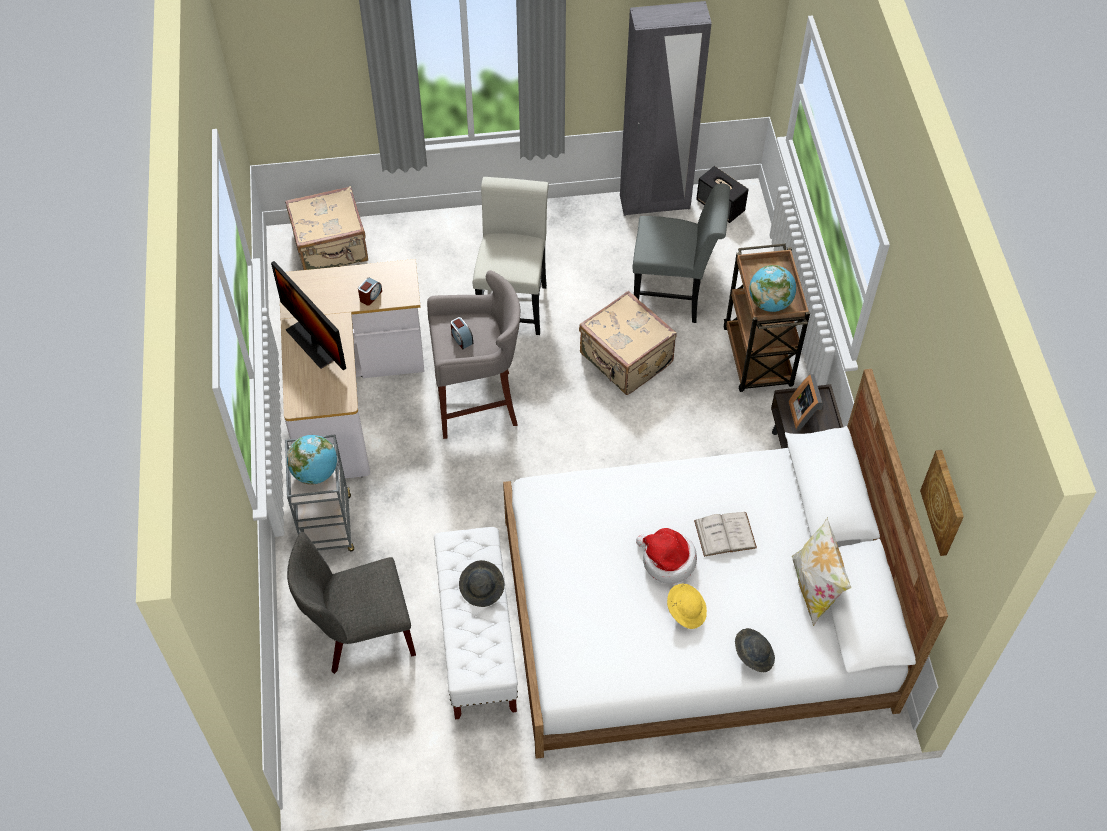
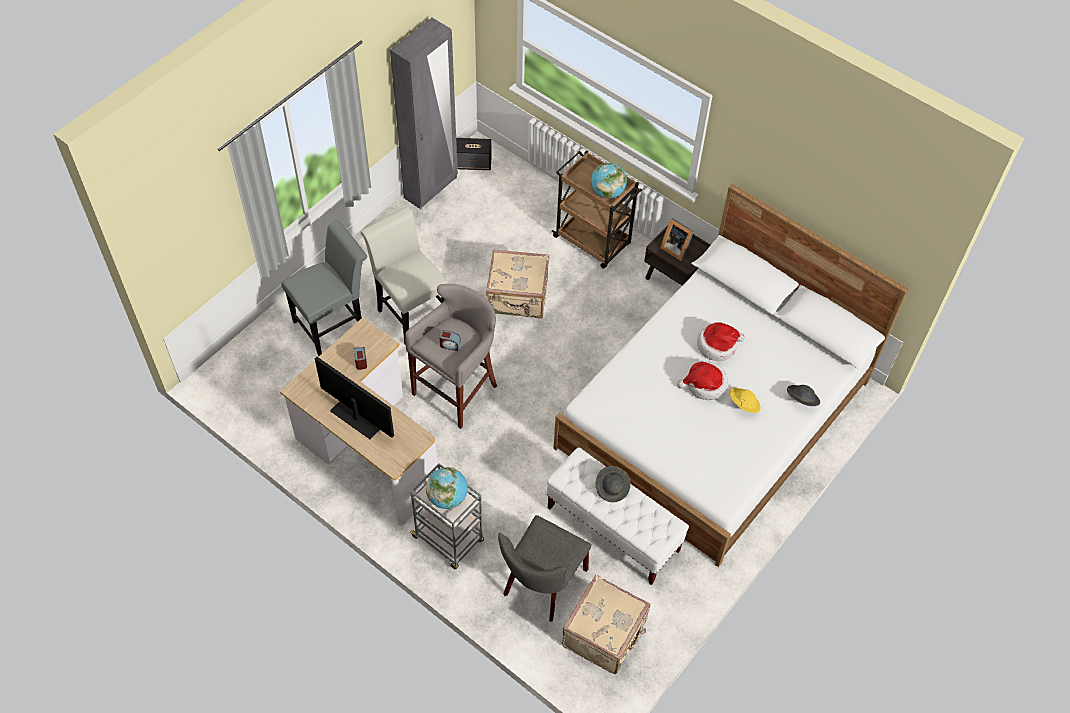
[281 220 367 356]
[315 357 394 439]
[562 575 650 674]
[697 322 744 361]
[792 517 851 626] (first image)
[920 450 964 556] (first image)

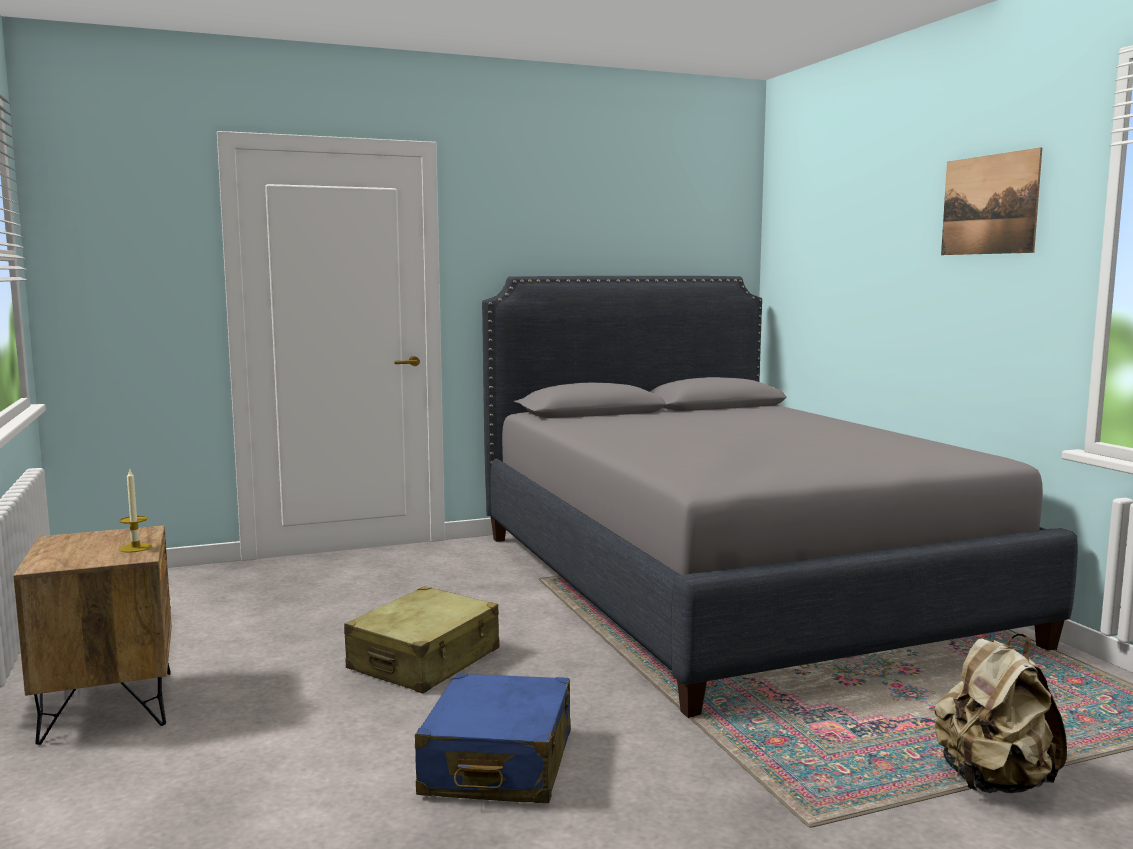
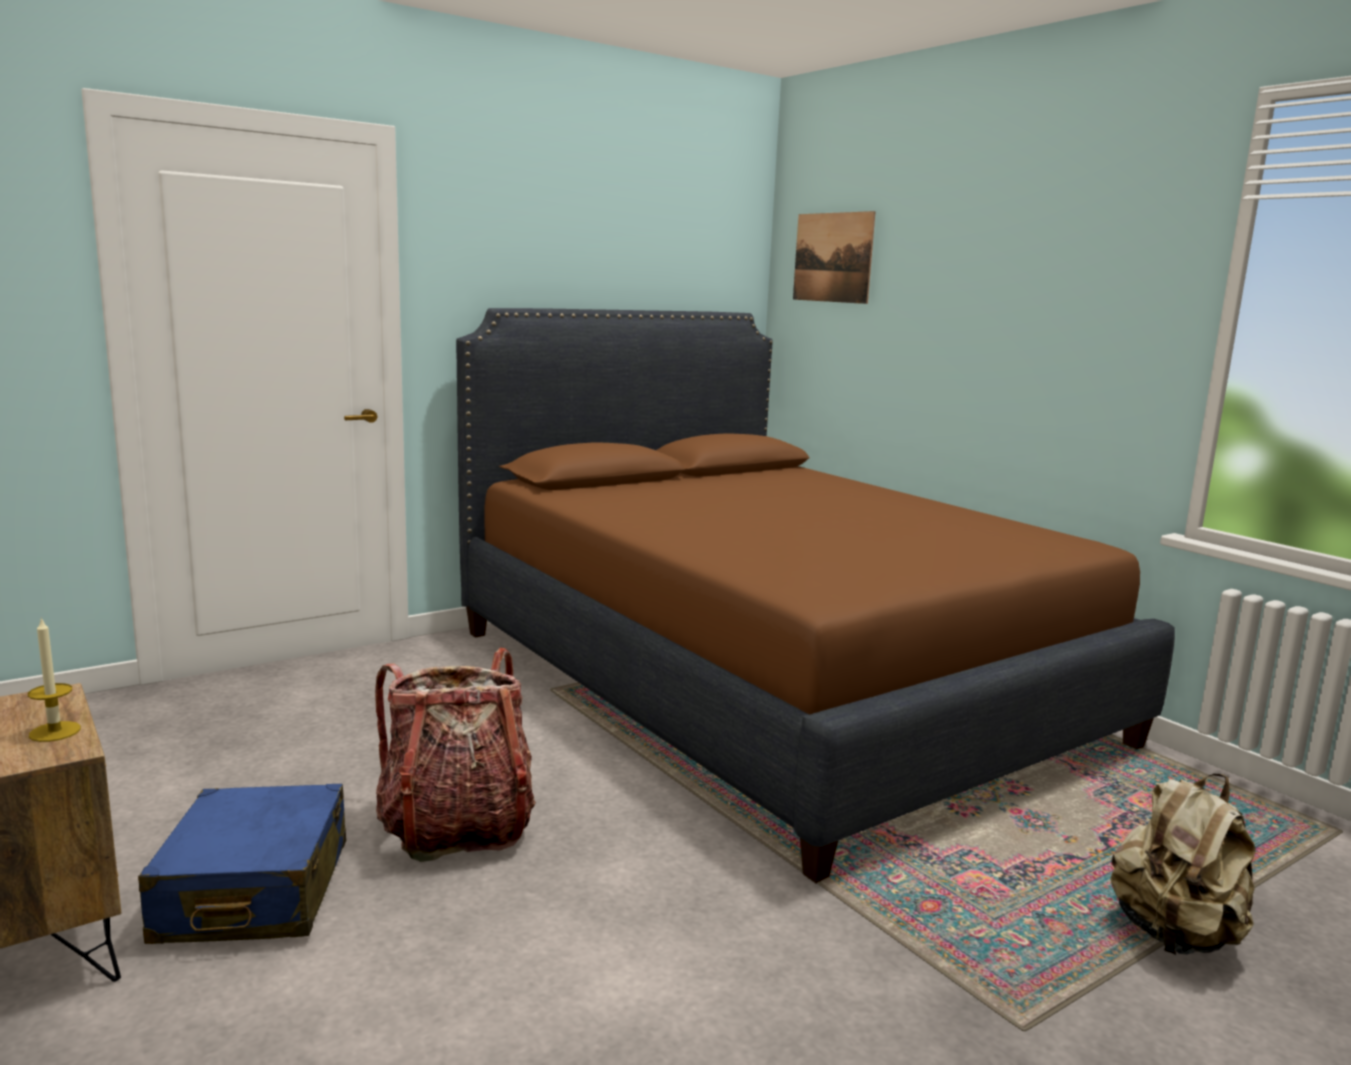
[138 784 346 944]
[375 648 536 862]
[456 308 1175 883]
[793 211 876 304]

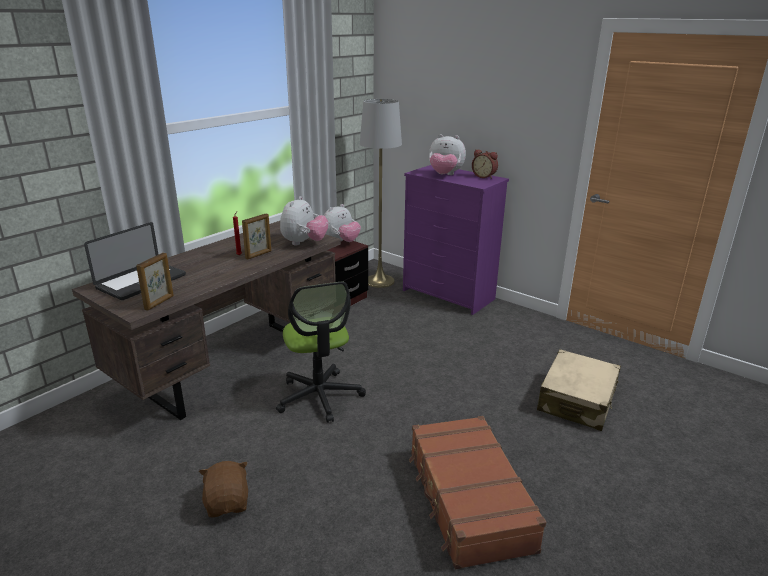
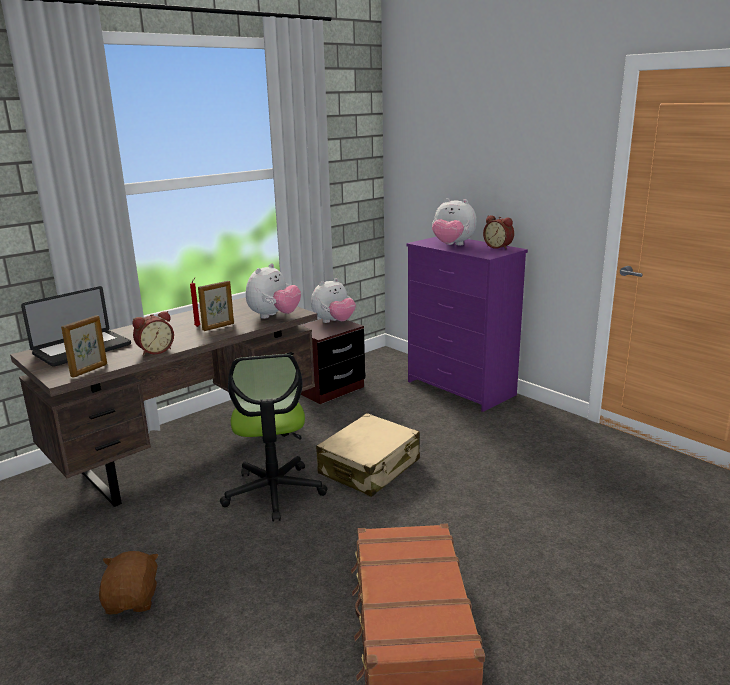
[132 311 174 356]
[316 413 420 497]
[360 99 402 288] (first image)

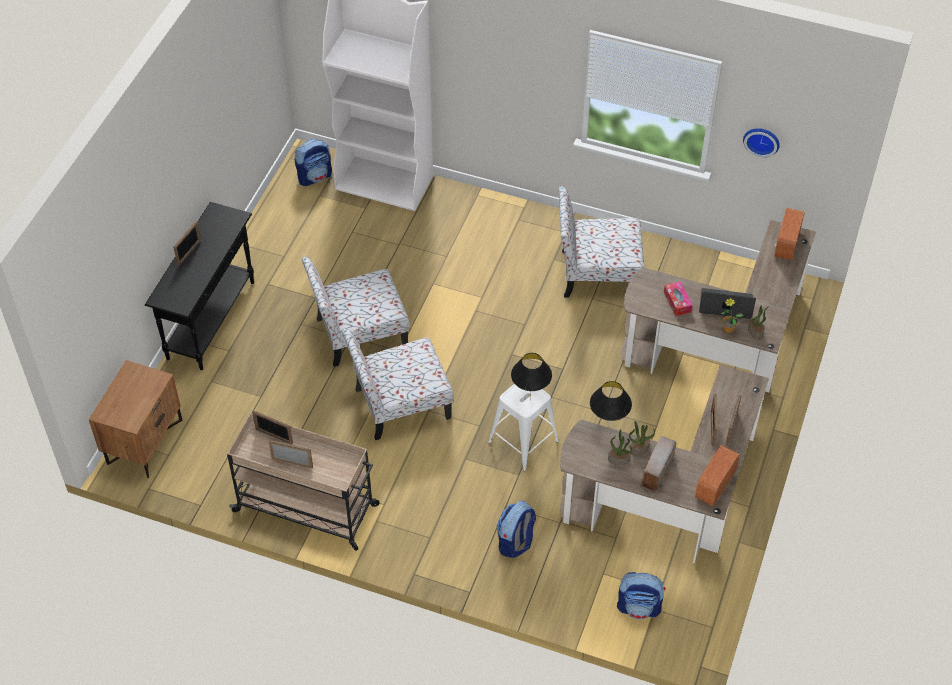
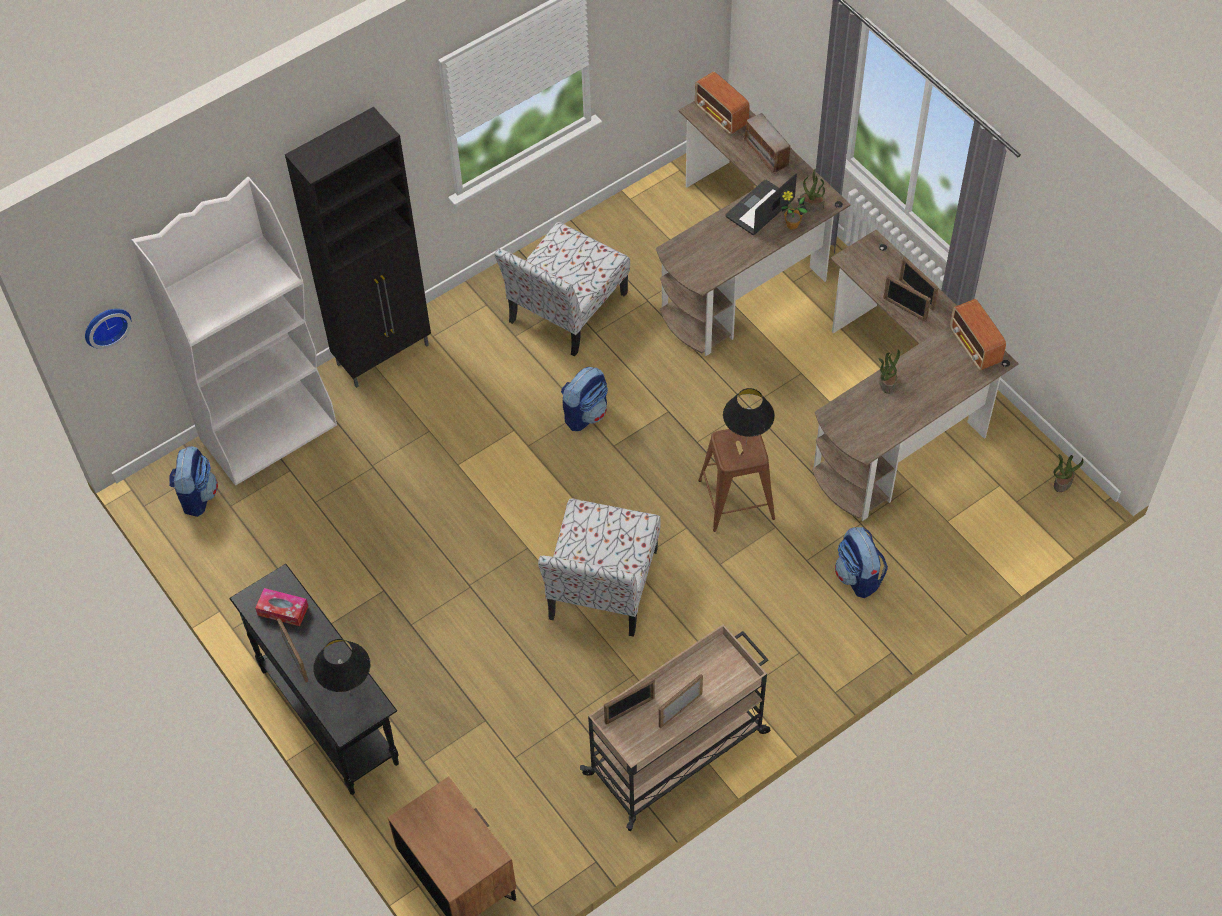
[85 309 131 349]
[255 588 308 626]
[285 107 431 388]
[313 639 370 693]
[561 367 608 431]
[698 429 775 532]
[743 113 792 174]
[1053 454 1083 492]
[302 257 409 367] (first image)

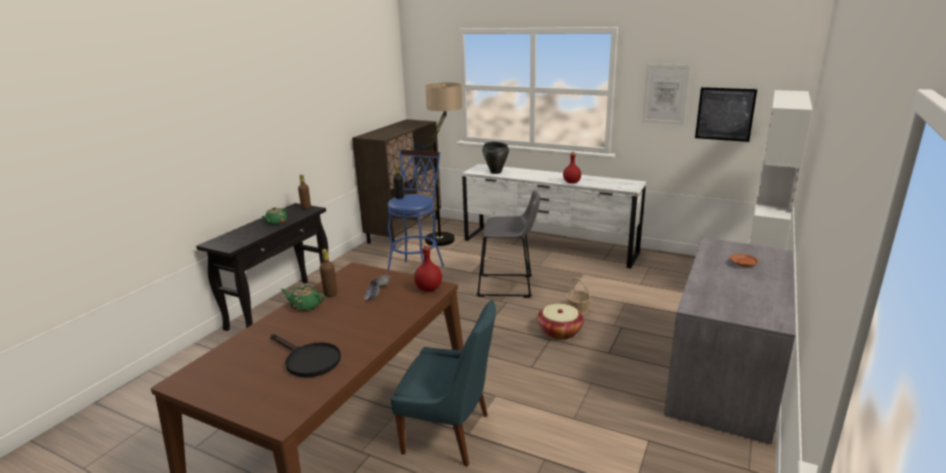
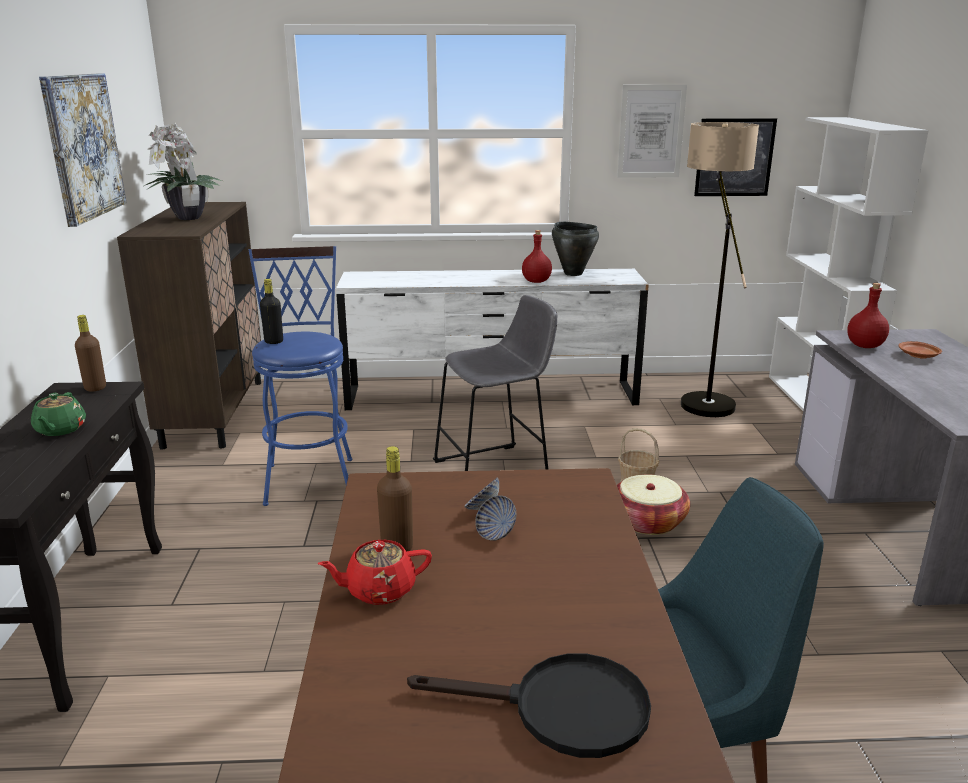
[39 73 126 227]
[144 123 222 220]
[318 540 432 605]
[552 222 599 276]
[681 122 759 417]
[847 283 889 348]

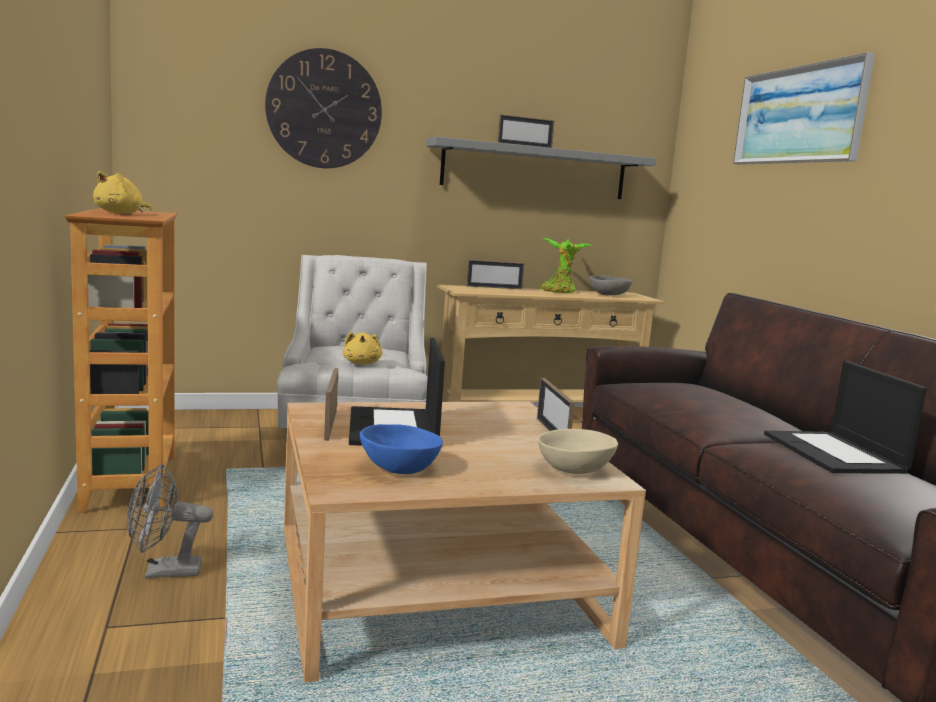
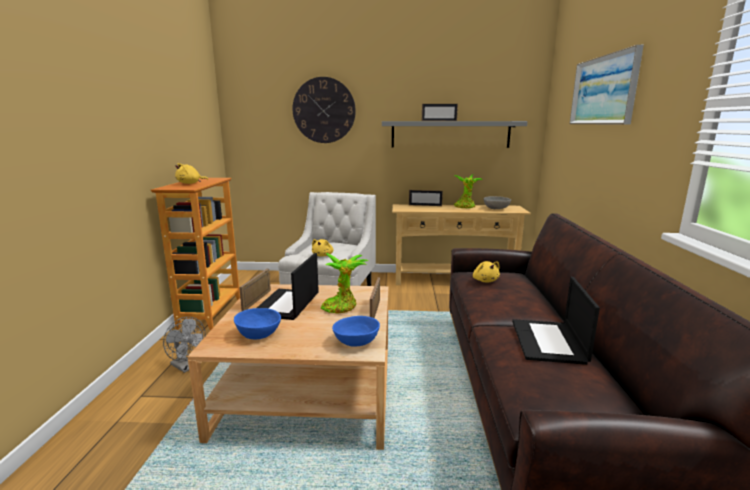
[163 317 206 373]
[321 253 368 313]
[332 316 380 347]
[473 261 500 283]

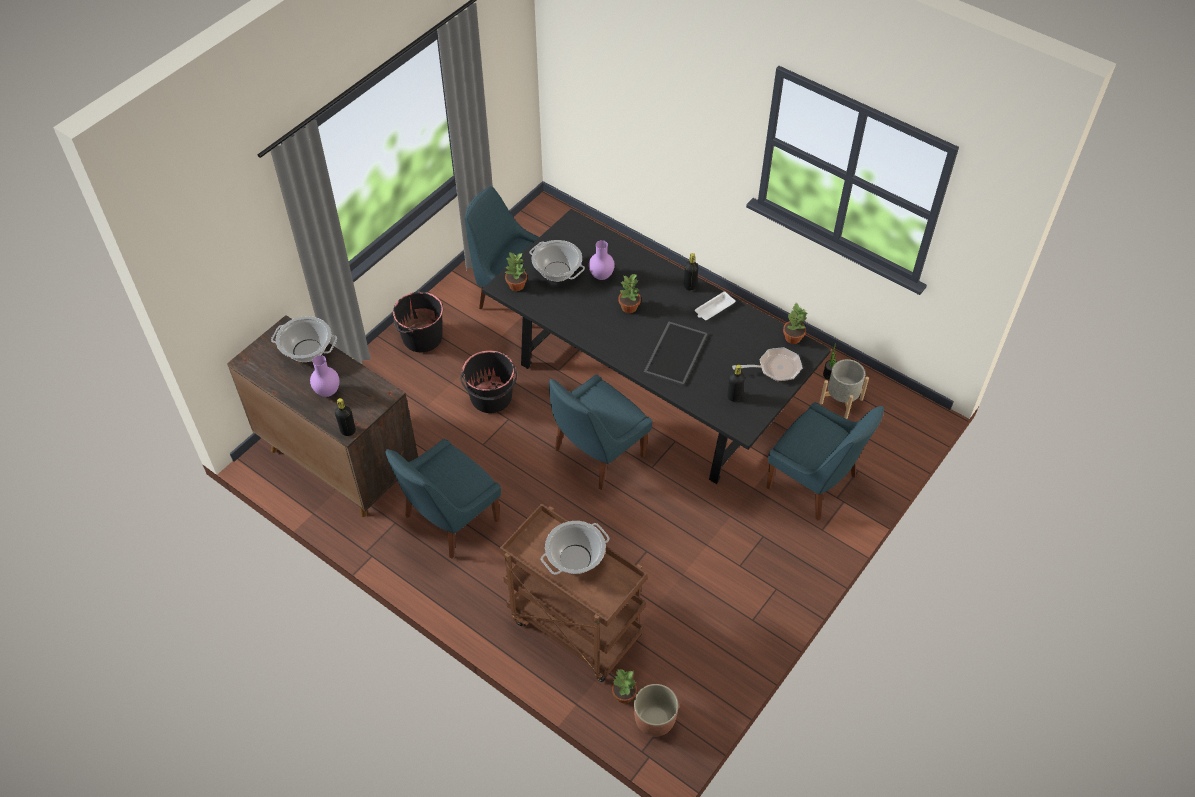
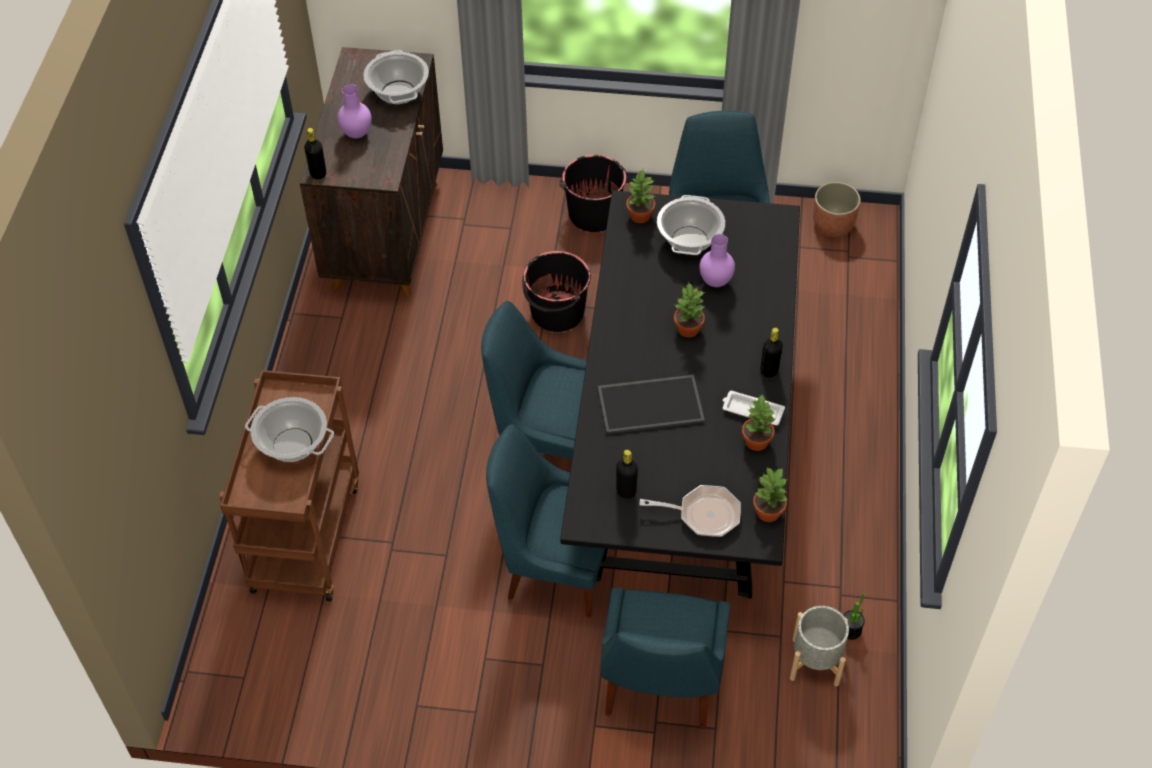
[486 424 606 617]
[639 485 741 537]
[742 395 776 451]
[813 182 861 237]

